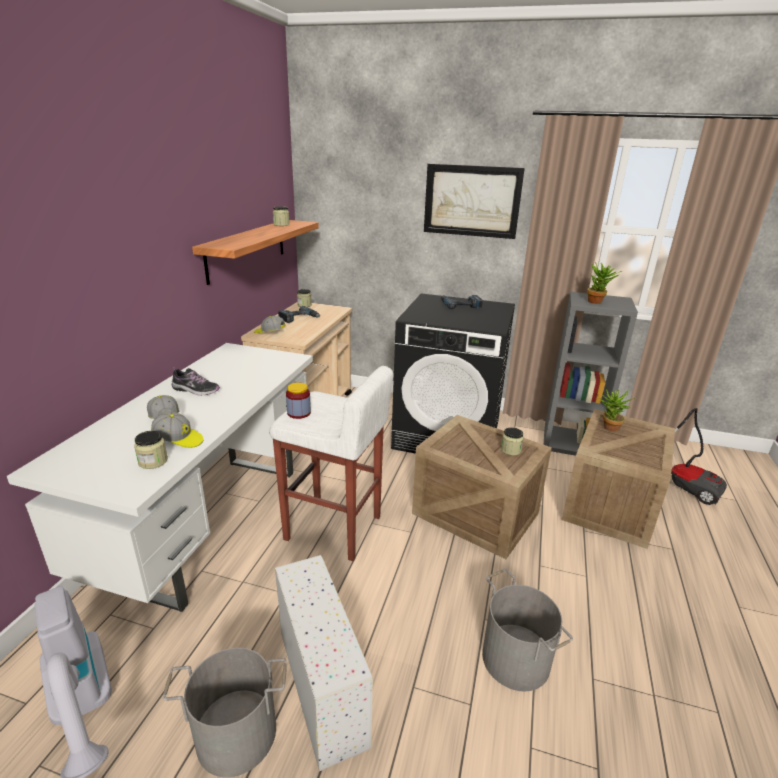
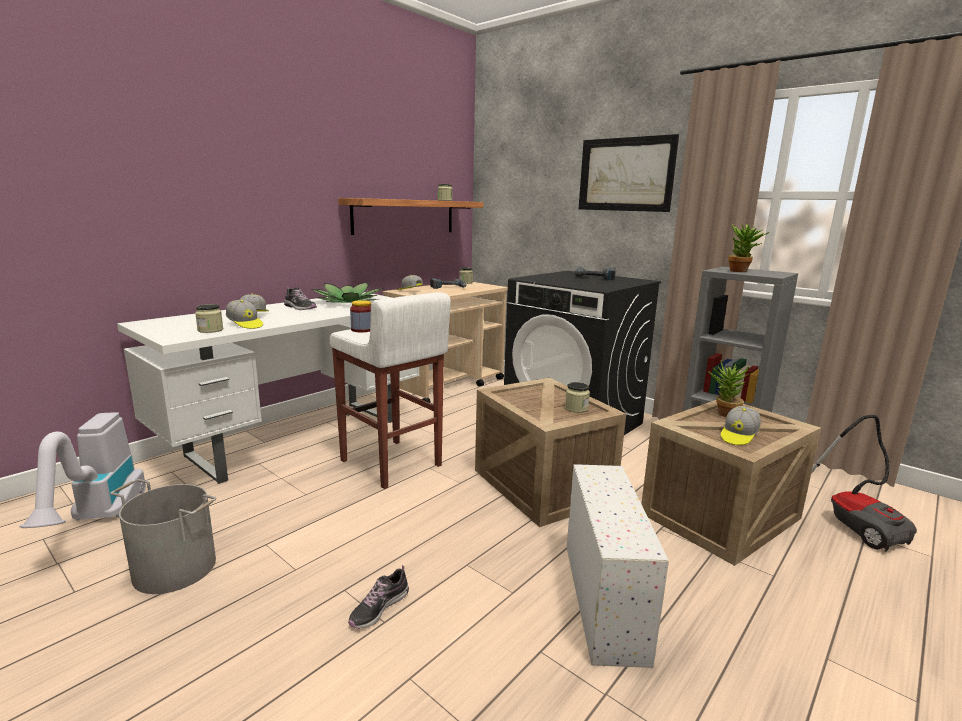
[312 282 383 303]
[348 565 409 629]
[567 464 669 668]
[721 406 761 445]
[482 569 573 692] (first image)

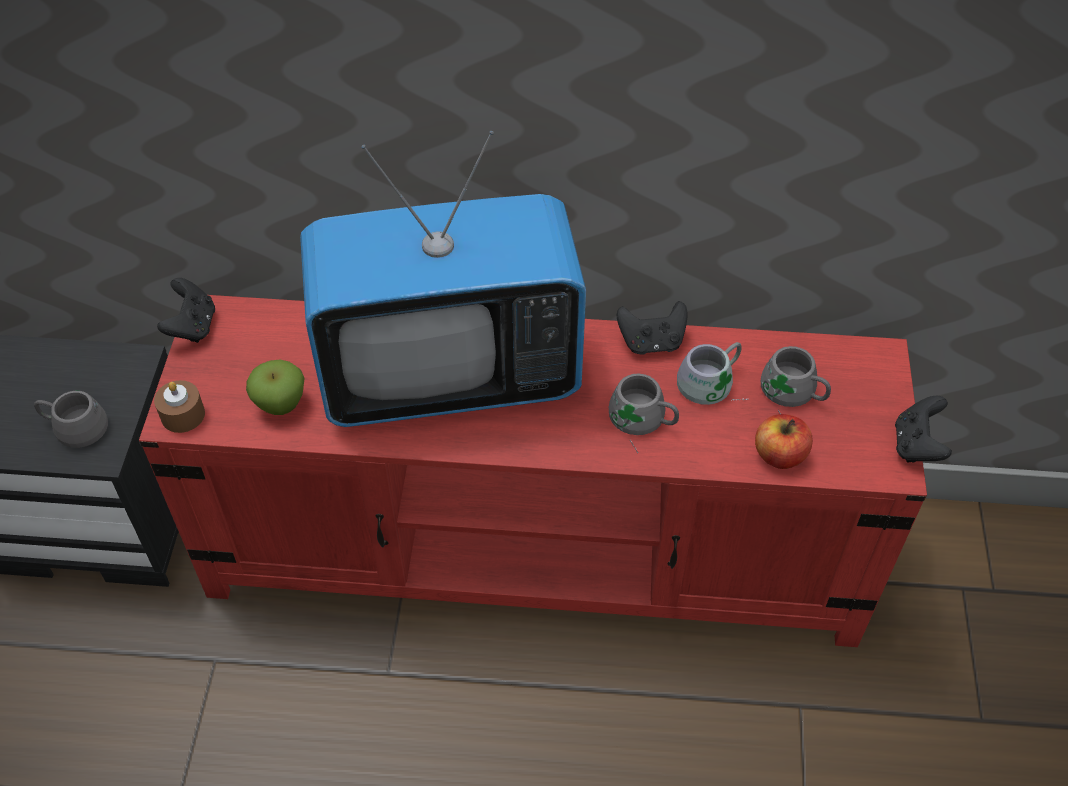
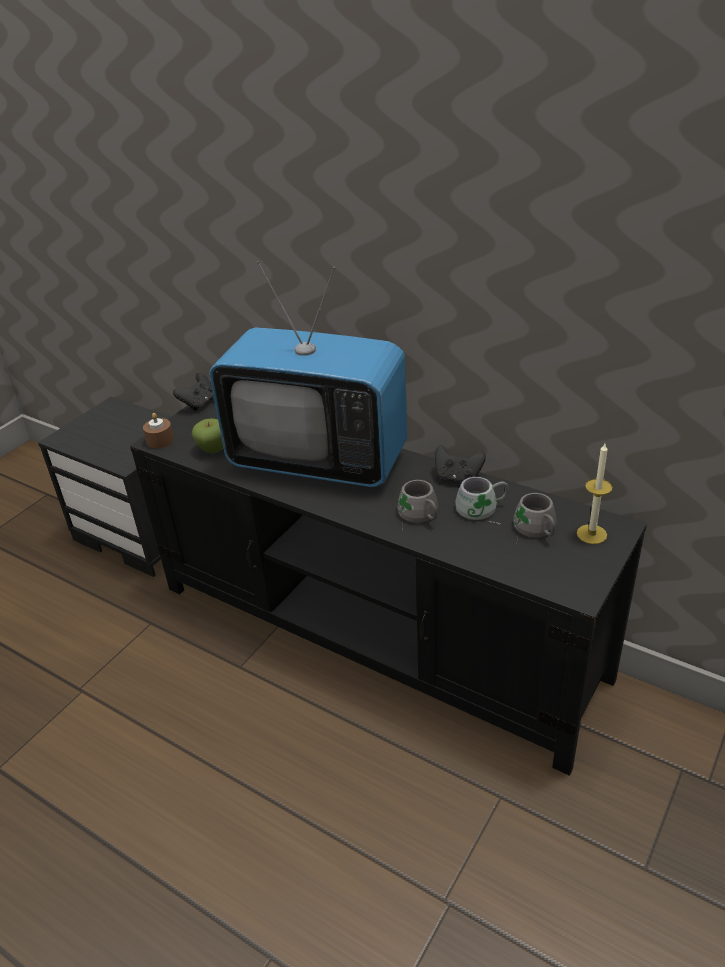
[130 398 647 776]
[577 444 612 544]
[34 391 108 448] (first image)
[755 414 813 469] (first image)
[895 396 952 463] (first image)

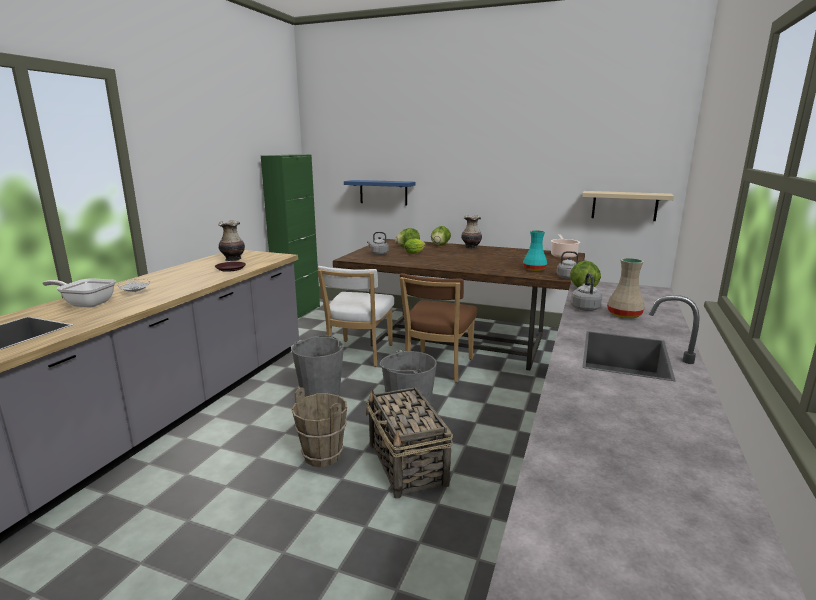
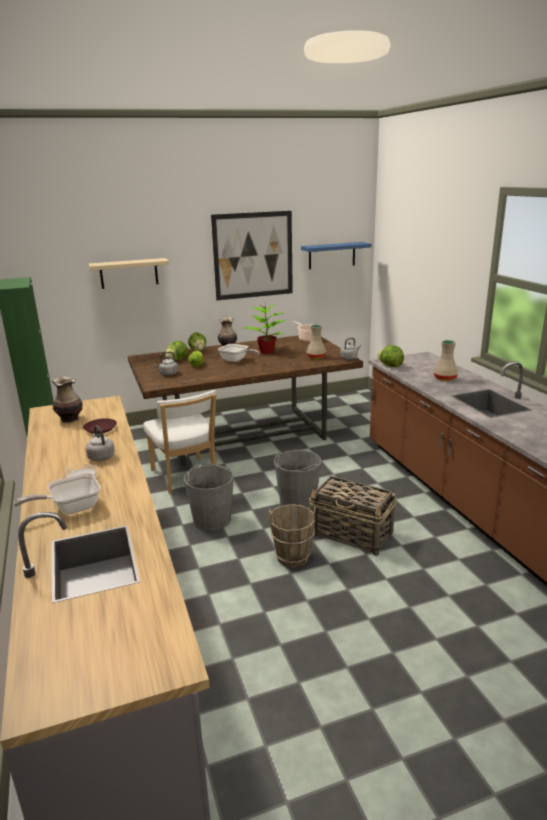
[86 425 115 461]
[89 258 169 289]
[211 211 293 300]
[218 344 259 362]
[244 302 287 354]
[301 242 372 269]
[306 325 326 359]
[399 273 477 383] (first image)

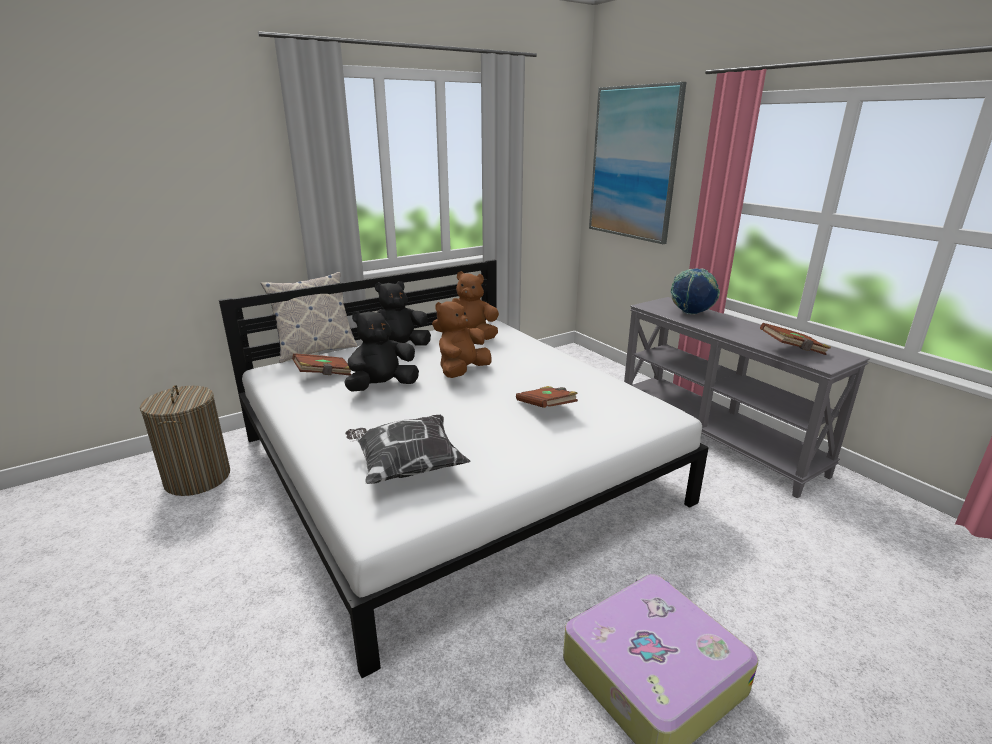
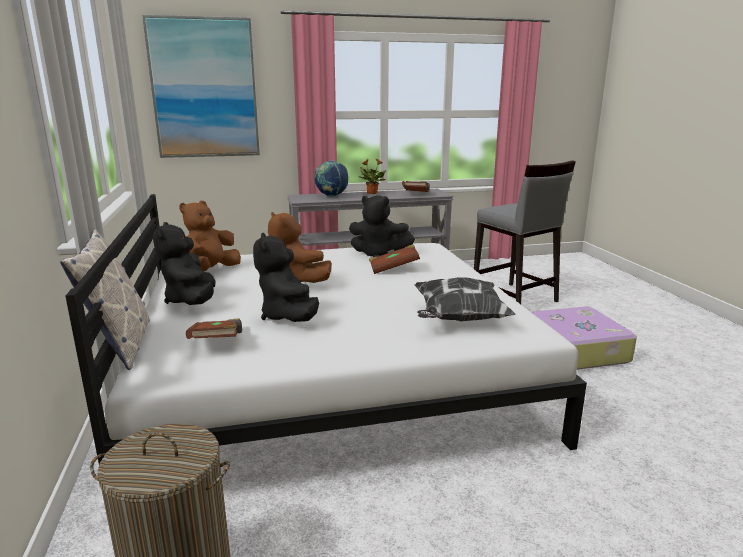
[349 195 415 257]
[360 158 387 194]
[474 160 576 304]

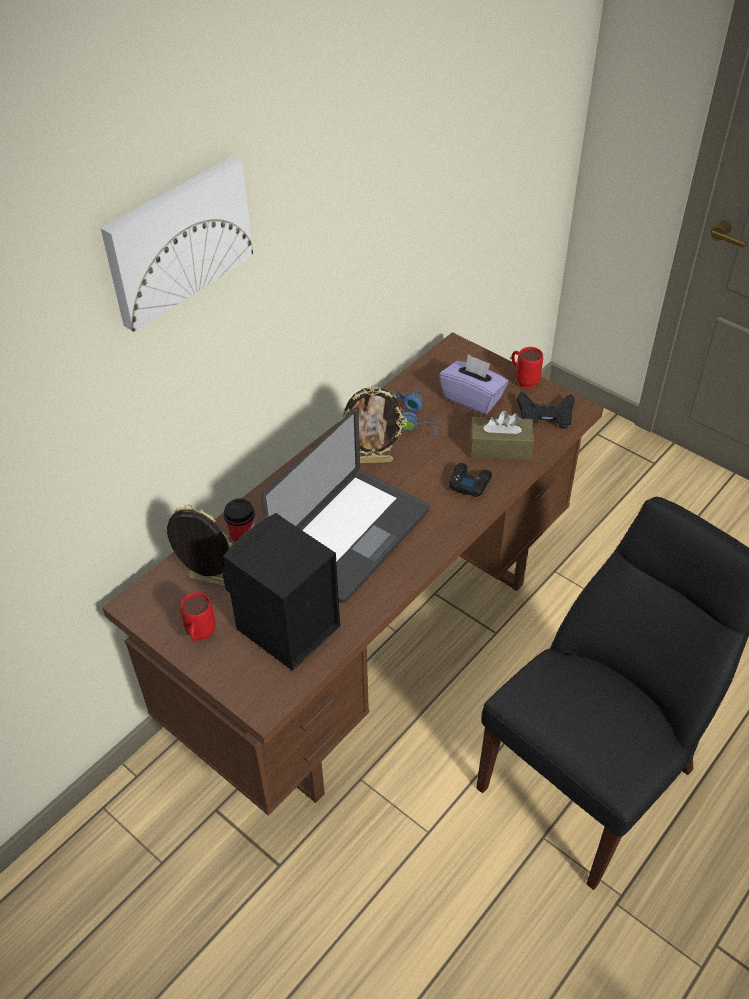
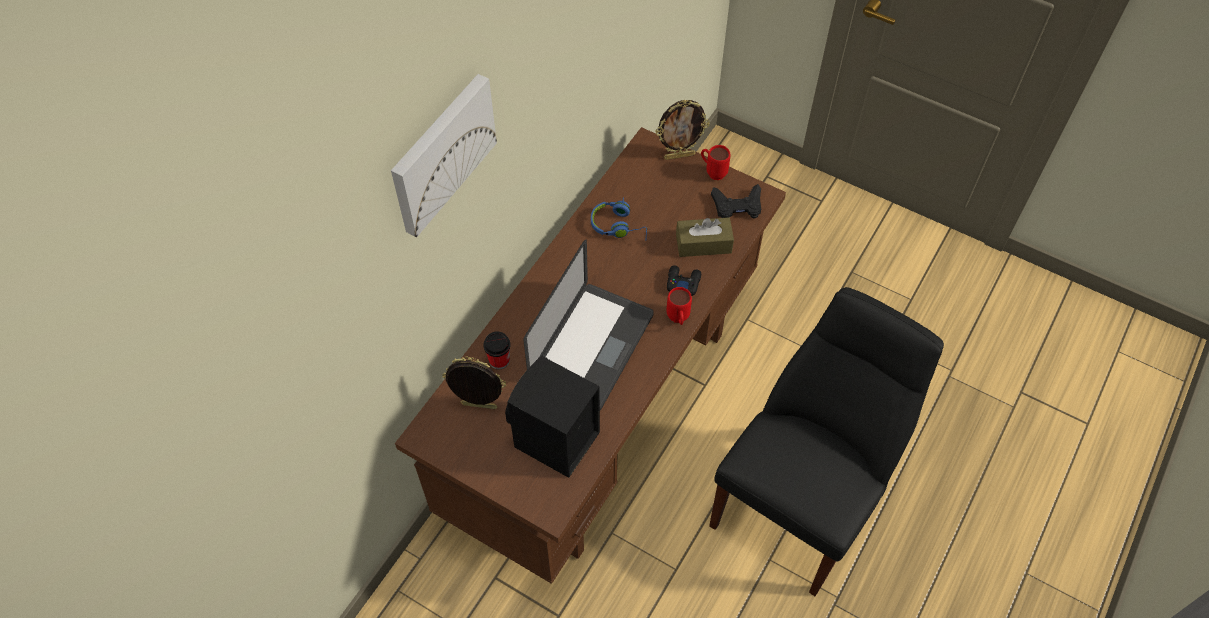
[655 100 710 160]
[666 287 692 325]
[439 354 509 414] (first image)

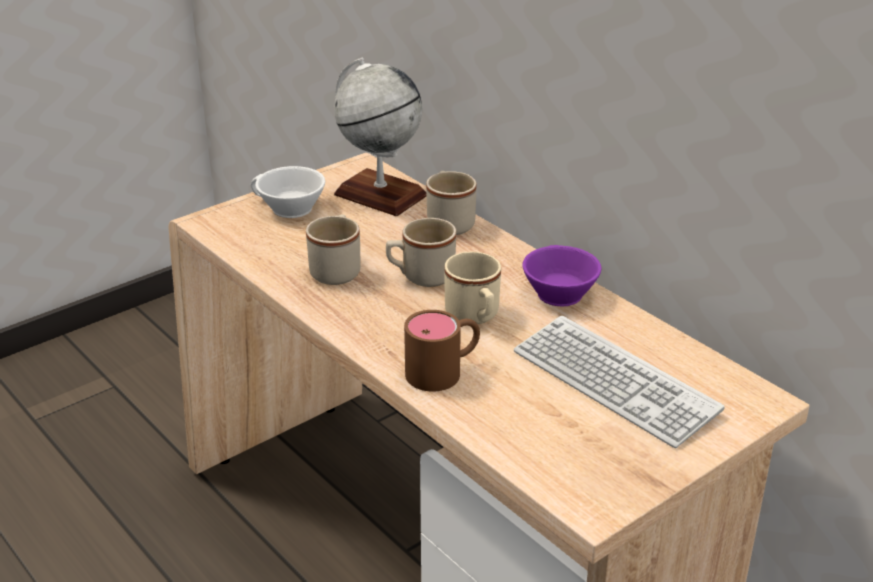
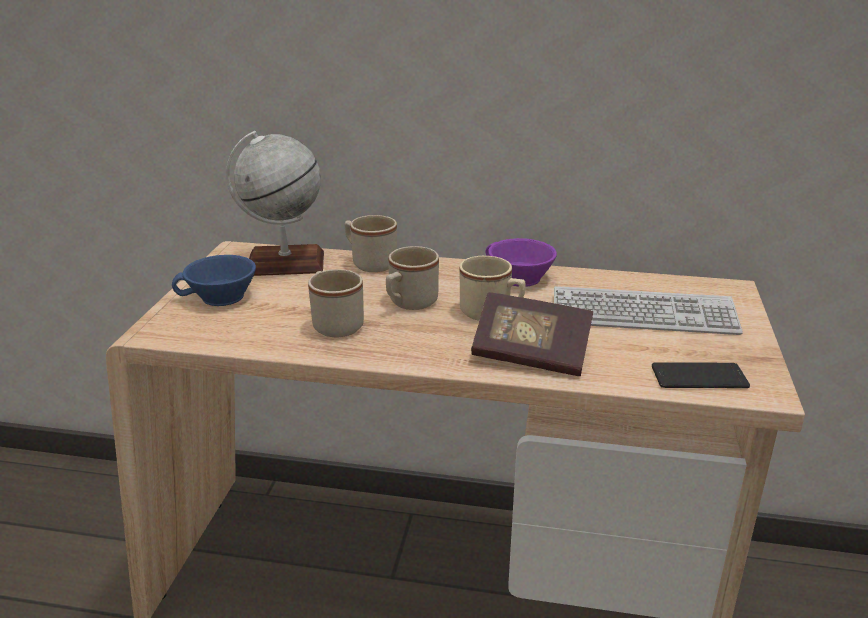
[172 255 256 306]
[471 292 593 376]
[652 362 750 388]

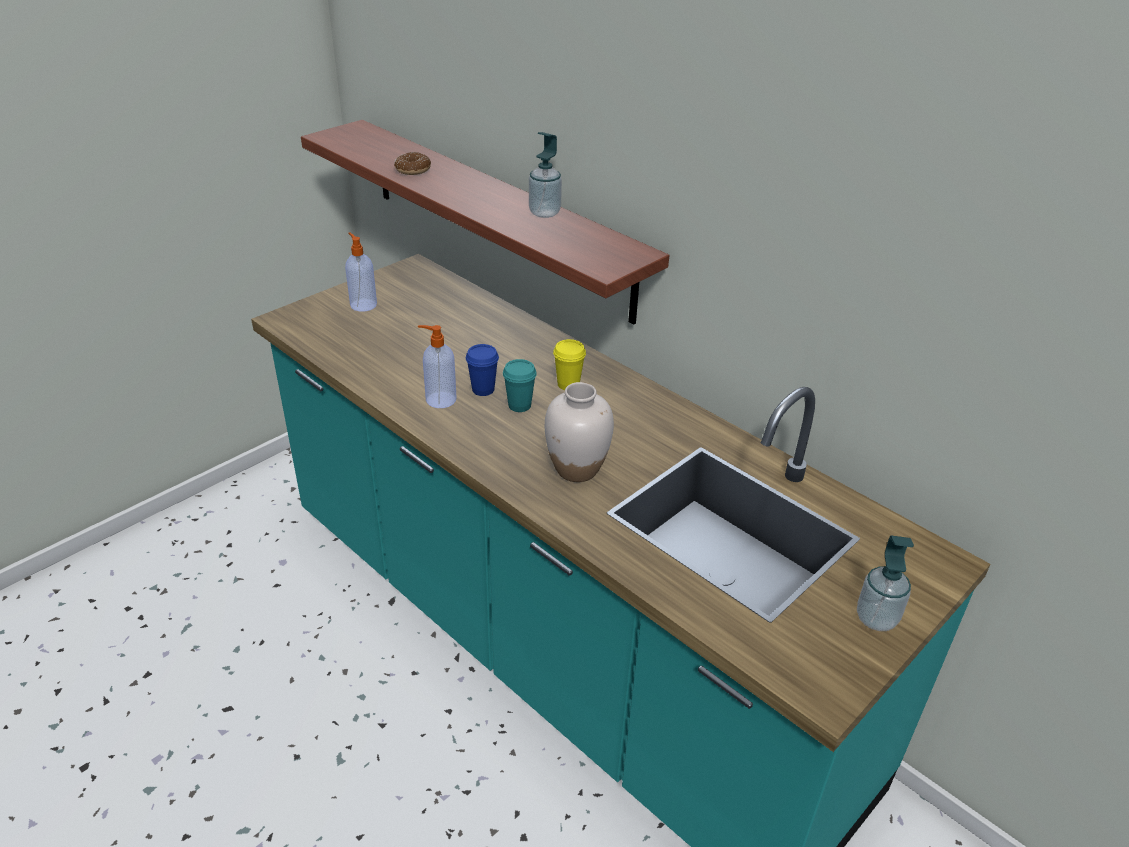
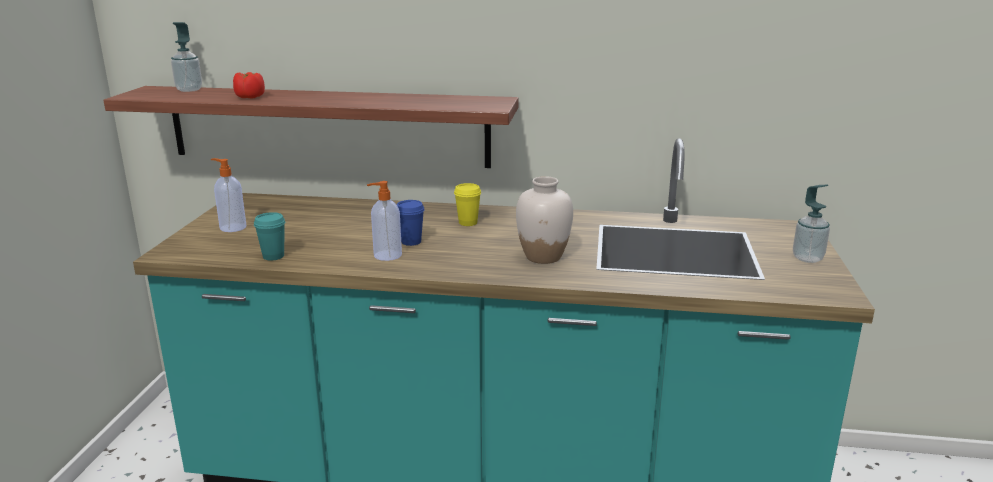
[171 22 202 92]
[233 72 265 99]
[254 212 285 261]

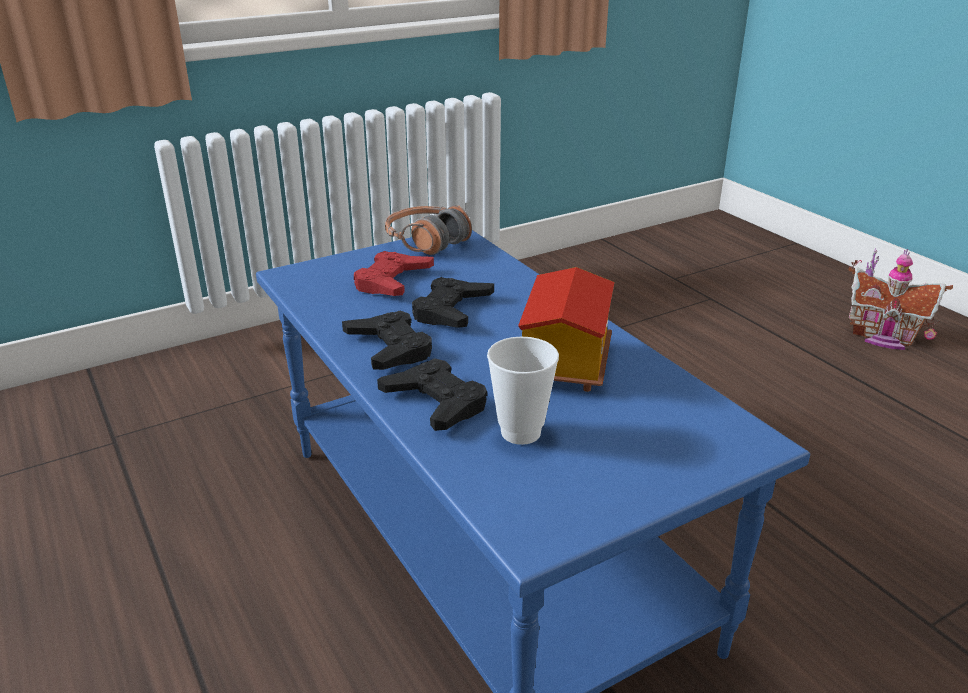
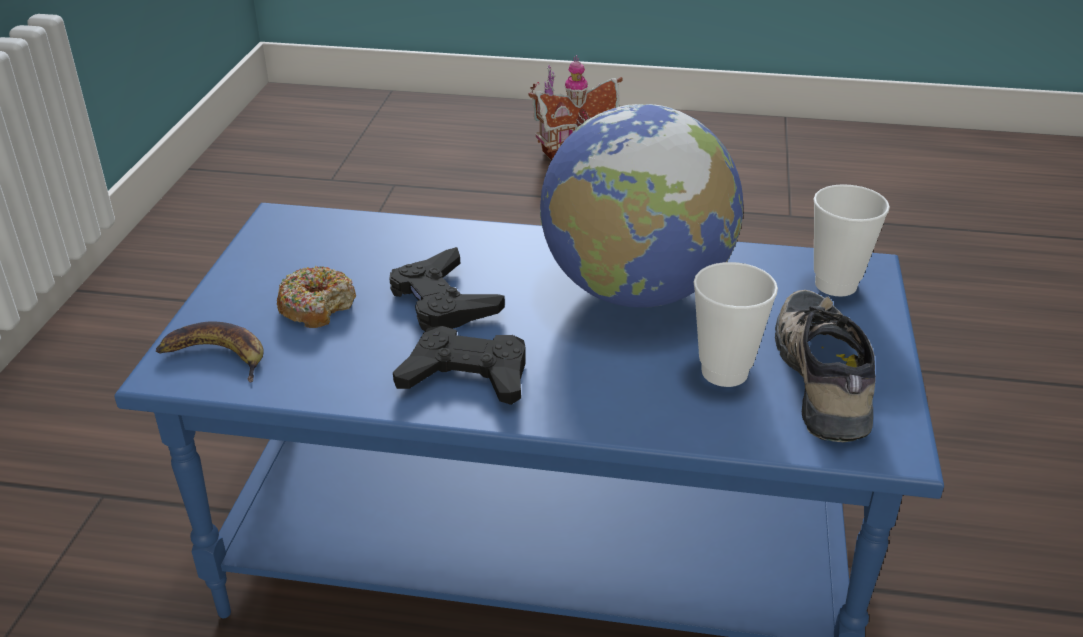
[156 322 264 383]
[277 266 356 328]
[540 104 743 308]
[775 290 876 443]
[814 184 890 297]
[377 358 487 431] (first image)
[385 205 472 255] (first image)

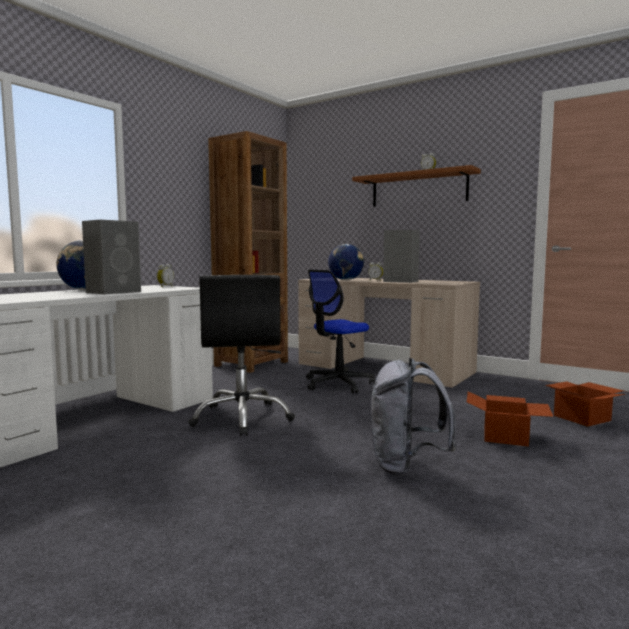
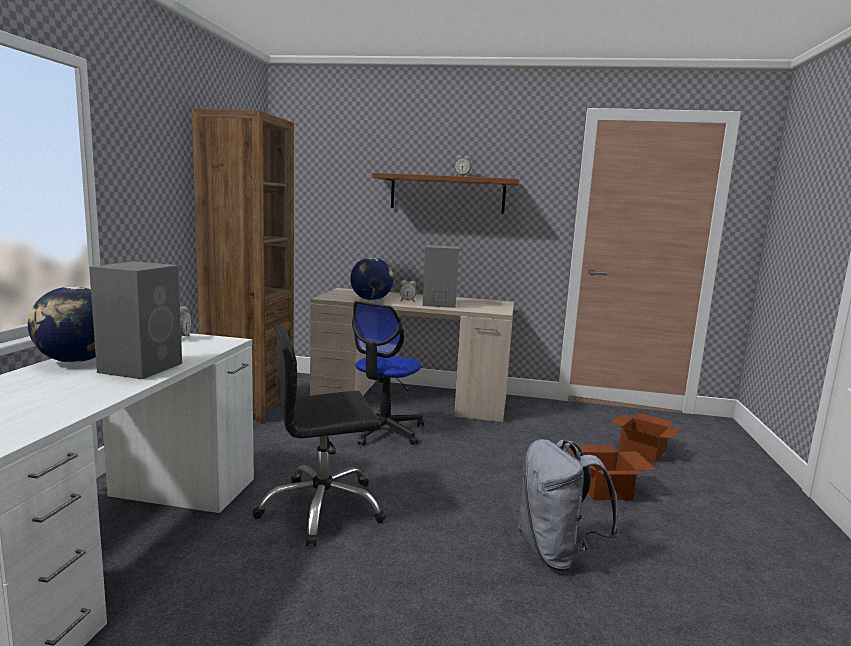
[253 325 386 546]

